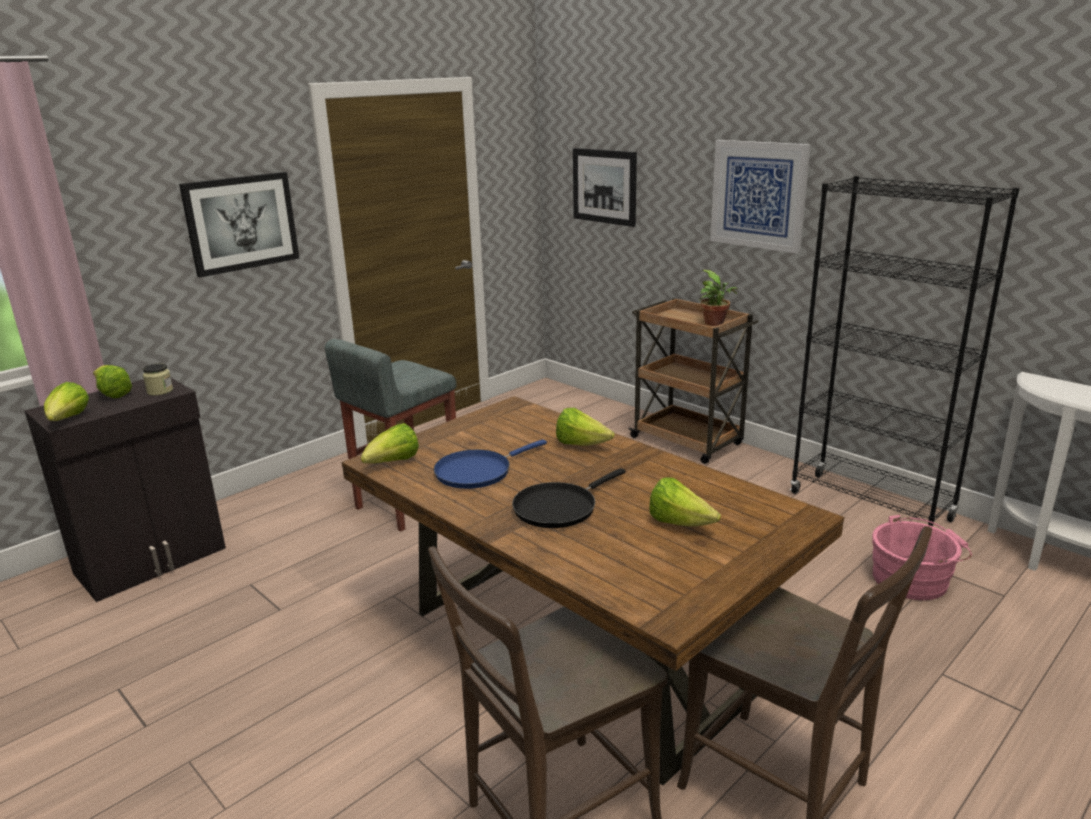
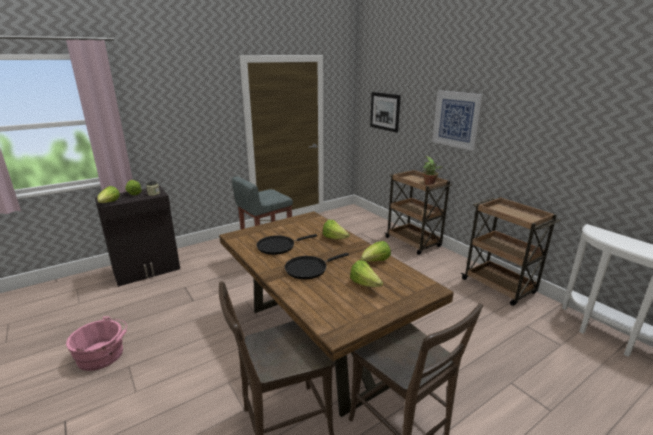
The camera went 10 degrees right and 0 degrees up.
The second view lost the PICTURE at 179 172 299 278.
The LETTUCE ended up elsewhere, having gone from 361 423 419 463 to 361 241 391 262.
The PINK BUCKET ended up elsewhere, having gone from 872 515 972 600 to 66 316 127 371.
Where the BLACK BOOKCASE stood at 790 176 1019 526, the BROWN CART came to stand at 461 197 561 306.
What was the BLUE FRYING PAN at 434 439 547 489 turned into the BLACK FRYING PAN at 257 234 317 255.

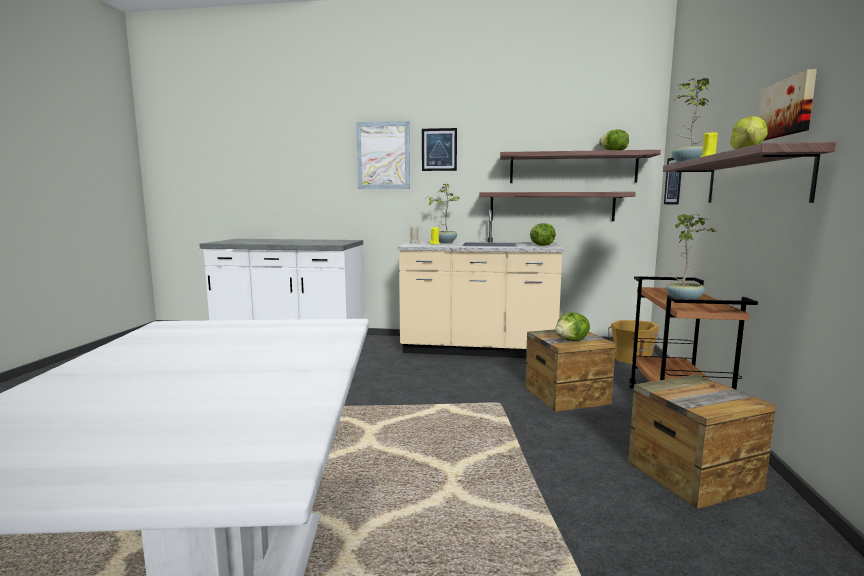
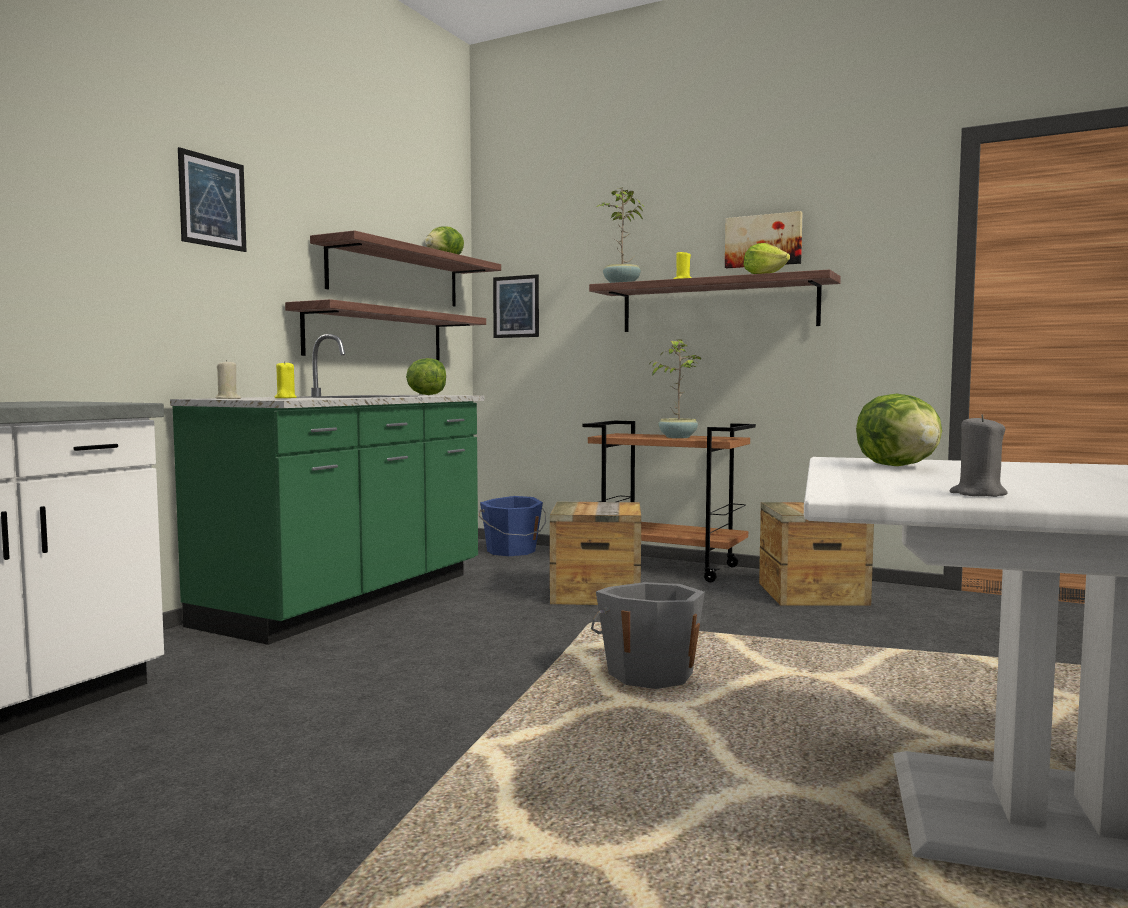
The camera went 70 degrees left and 5 degrees down.
The second view lost the PICTURE at 356 121 410 189.
The second view lost the POTTED PLANT at 426 184 460 243.
The second view gained the GREY BUCKET at 591 582 705 689.
The second view gained the GREY CANDLE at 950 414 1008 497.
The LETTUCE ended up elsewhere, having gone from 555 312 590 341 to 856 394 942 466.
What was the BEIGE COUNTER at 397 210 564 358 turned into the GREEN COUNTER at 170 334 485 645.
What was the ORANGE BUCKET at 608 320 659 364 turned into the BLUE BUCKET at 478 496 546 556.

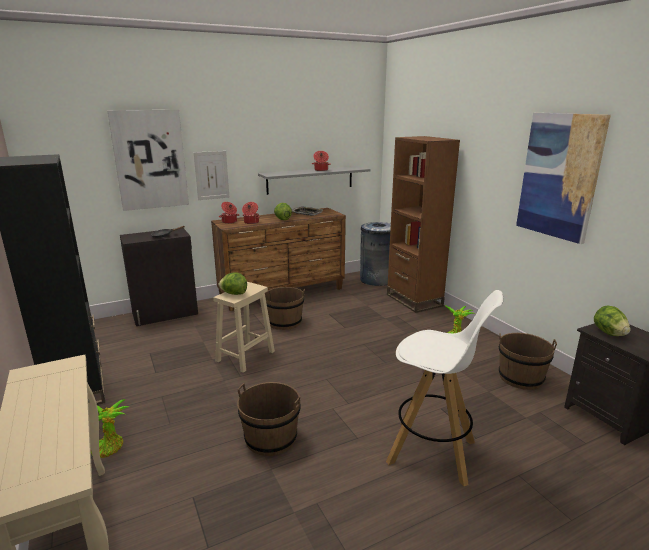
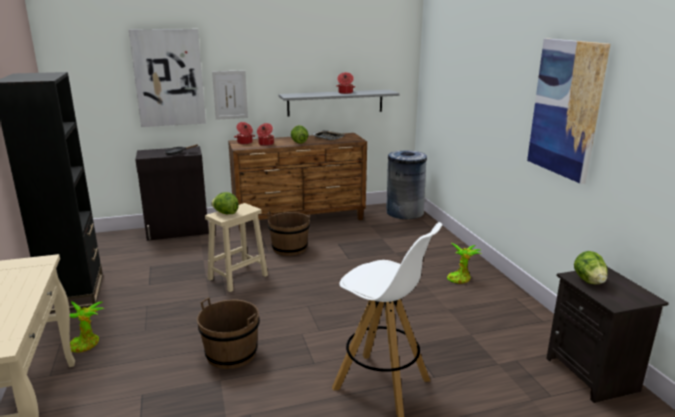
The camera went 10 degrees right and 0 degrees up.
The second view lost the BROWN BOOKCASE at 387 136 460 313.
The second view lost the BROWN BUCKET at 499 333 557 390.

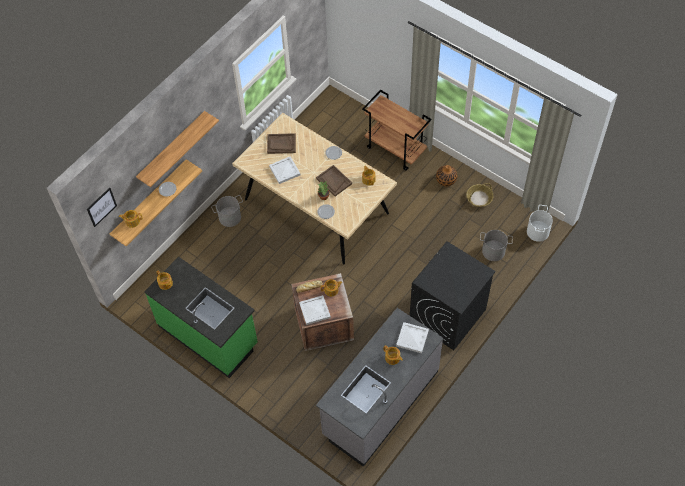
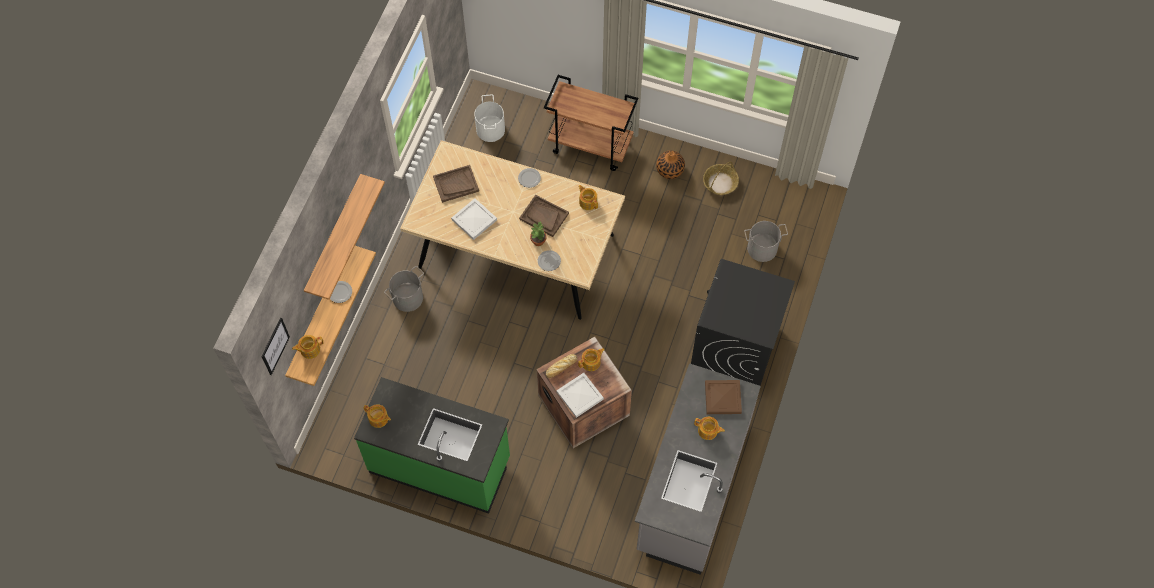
The camera went 20 degrees left and 5 degrees up.
The WHITE BUCKET ended up elsewhere, having gone from 527 205 553 242 to 474 95 505 142.
What was the WHITE TRAY at 396 322 429 353 turned into the BROWN TRAY at 705 380 742 414.

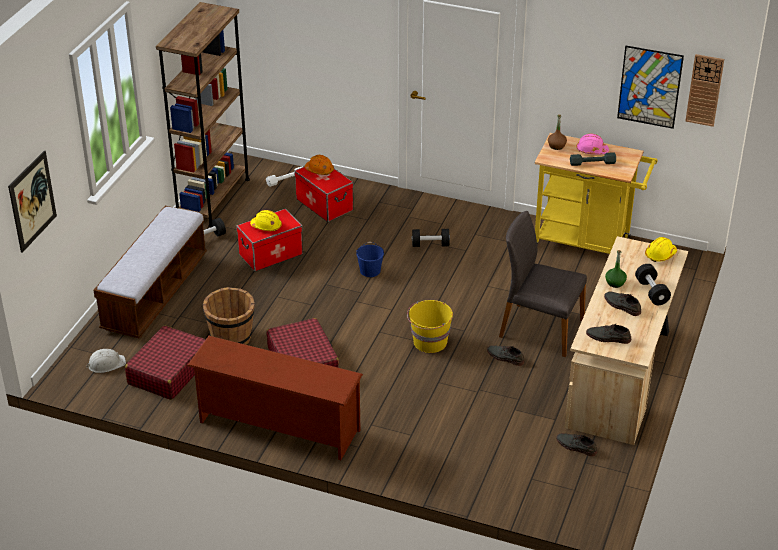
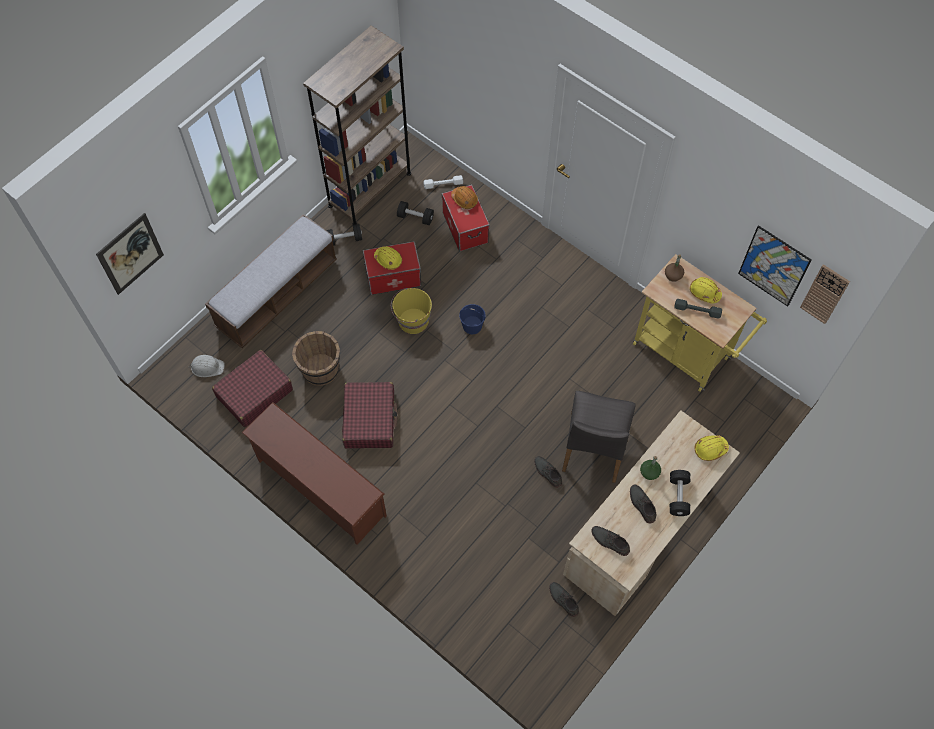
The camera went 20 degrees right and 25 degrees up.
The YELLOW BUCKET ended up elsewhere, having gone from 407 300 453 353 to 391 288 432 334.
The BLACK DUMBBELL ended up elsewhere, having gone from 412 229 450 247 to 397 201 434 225.
What was the PINK HARD HAT at 576 134 609 154 turned into the YELLOW HARD HAT at 690 277 722 303.
The GREY CHAIR at 499 211 587 357 ended up facing another way, 120 degrees counterclockwise from before.

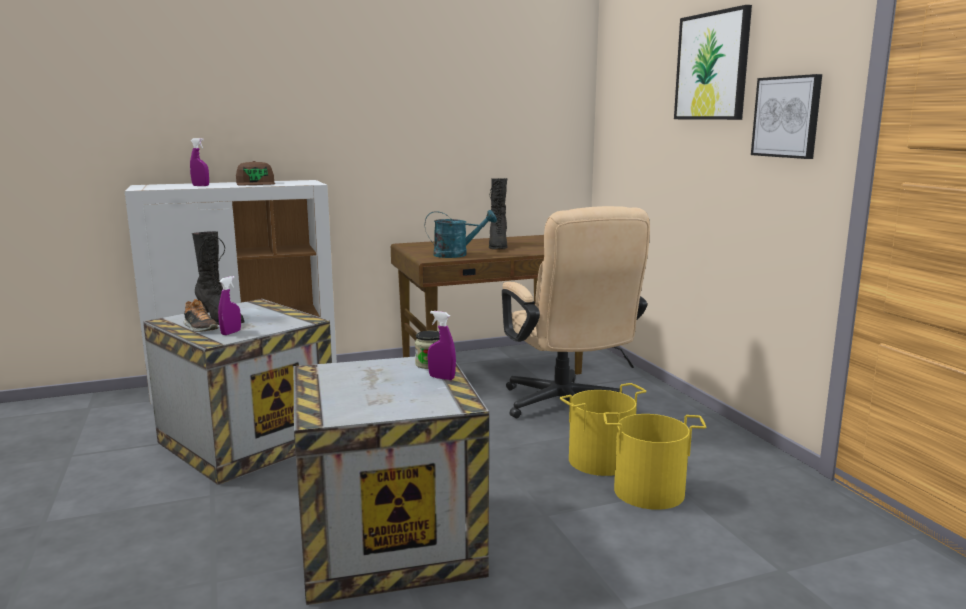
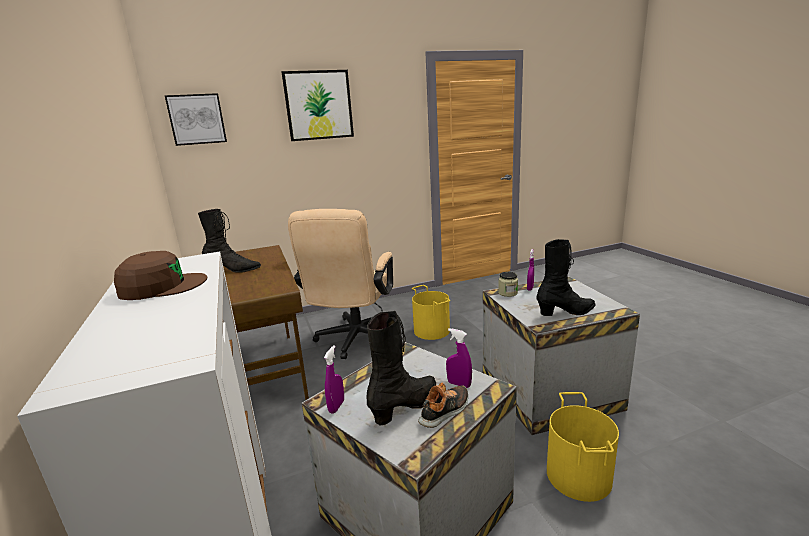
The camera went 90 degrees left and 5 degrees up.
The second view lost the TURQUOISE WATERING CAN at 425 210 497 258.
The second view gained the BLACK BOOT at 536 239 596 316.
The PURPLE SPRAY BOTTLE ended up elsewhere, having gone from 190 138 209 186 to 324 345 344 414.
The YELLOW BUCKET ended up elsewhere, having gone from 603 412 706 510 to 547 392 619 502.
The PICTURE ended up elsewhere, having gone from 751 74 822 159 to 165 93 227 146.
The BEIGE OFFICE CHAIR at 502 206 650 419 ended up facing another way, 120 degrees clockwise from before.

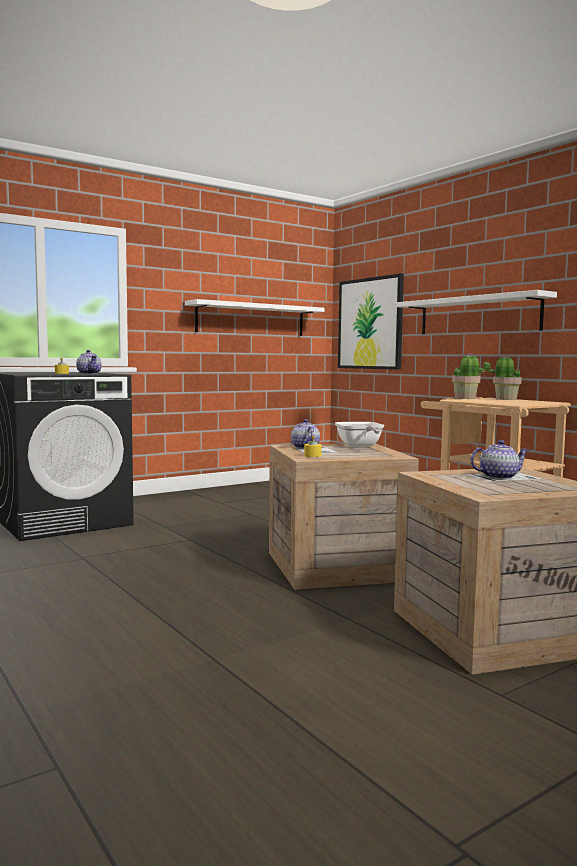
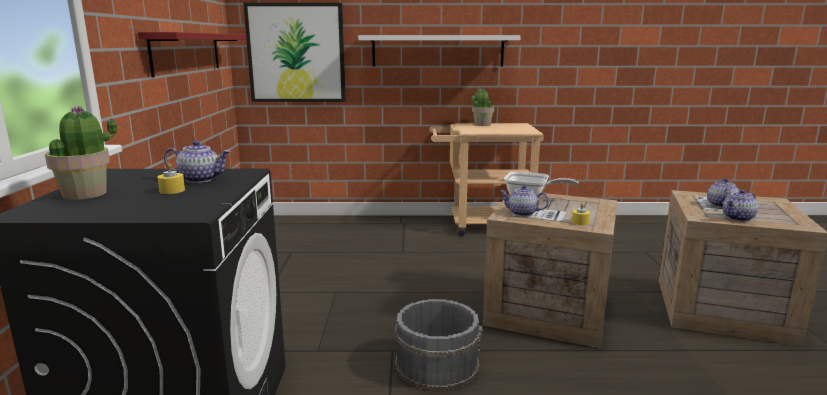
The camera went 55 degrees left and 10 degrees up.
The second view gained the GREY BUCKET at 395 299 483 391.
The second view gained the TEAPOT at 723 189 758 221.
The POTTED PLANT ended up elsewhere, having gone from 452 353 488 399 to 45 105 117 200.
What was the WHITE SHELF at 185 299 324 336 turned into the RED SHELF at 138 32 247 77.

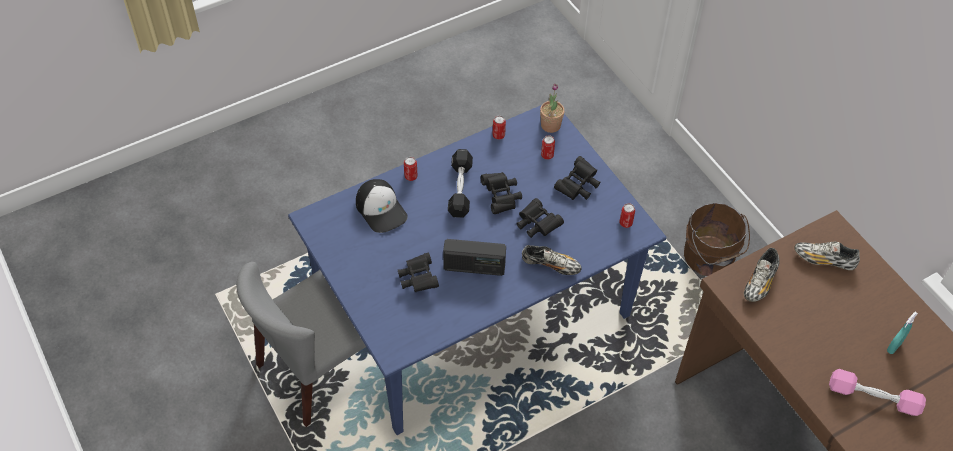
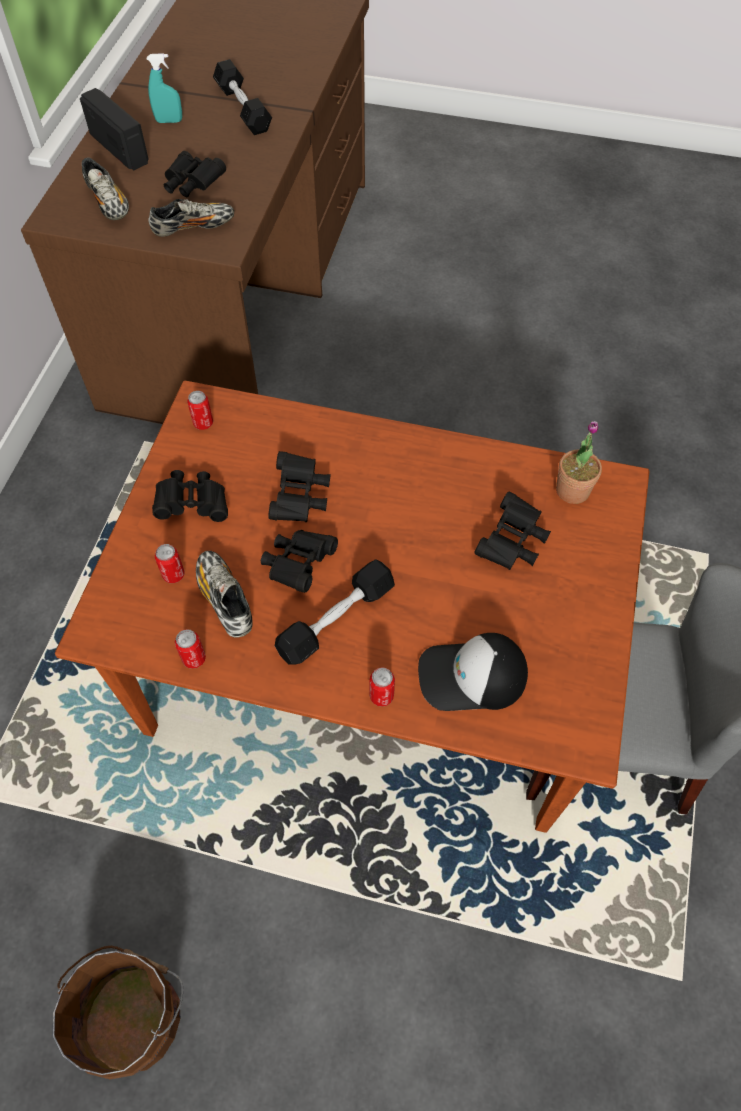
The camera went 135 degrees left and 5 degrees up.
The second view gained the BLACK BINOCULARS at 164 151 226 197.
The RADIO ended up elsewhere, having gone from 443 239 506 276 to 80 88 149 170.
The SHOE ended up elsewhere, having gone from 522 245 582 275 to 196 551 253 638.
The POTTED PLANT ended up elsewhere, having gone from 540 83 564 133 to 556 421 602 504.
The BROWN BUCKET ended up elsewhere, having gone from 684 203 750 276 to 53 946 183 1079.
What was the BLUE DINING TABLE at 288 105 666 435 turned into the BROWN DINING TABLE at 55 381 650 833.
What was the PINK DUMBBELL at 829 369 926 416 turned into the BLACK DUMBBELL at 213 59 272 135.
The CAP at 356 179 408 233 ended up facing another way, 105 degrees counterclockwise from before.

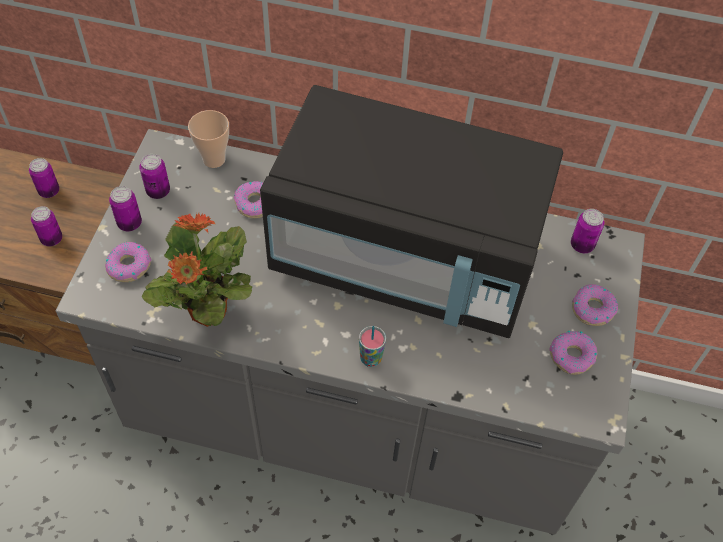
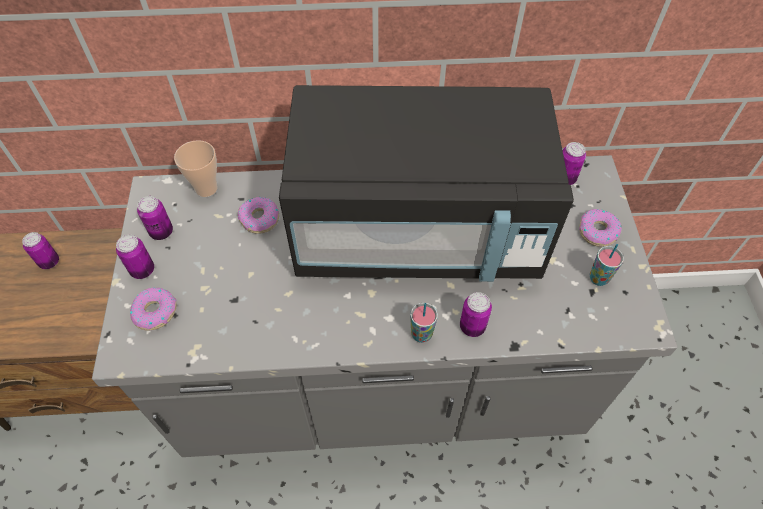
The camera went 15 degrees left and 0 degrees up.
The second view lost the POTTED PLANT at 142 212 253 327.
The CAN ended up elsewhere, having gone from 31 206 62 246 to 460 292 492 337.
Where the DONUT stood at 549 331 598 375, the CUP came to stand at 590 244 624 286.

